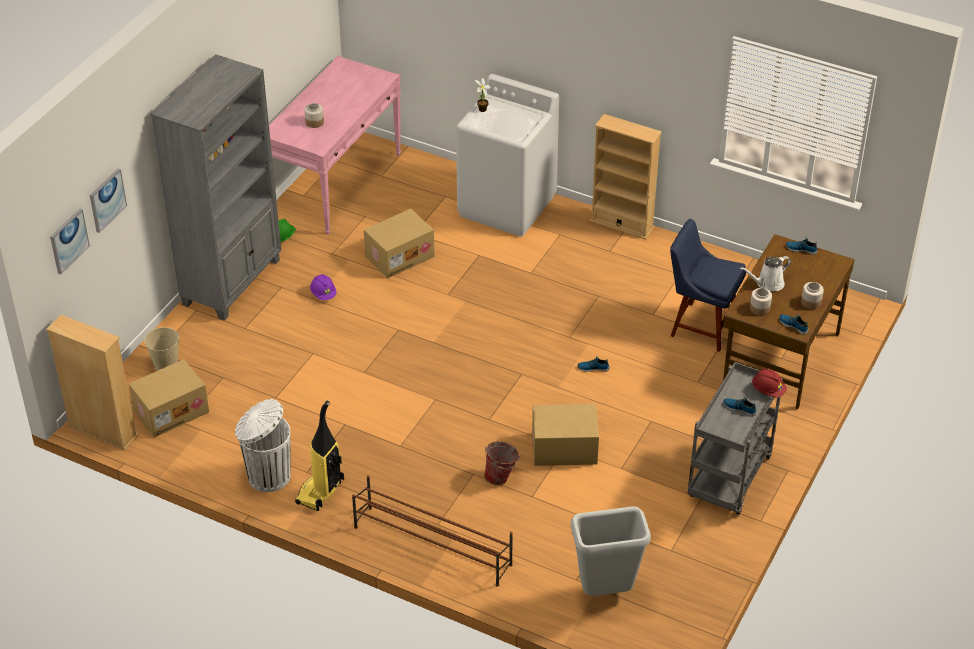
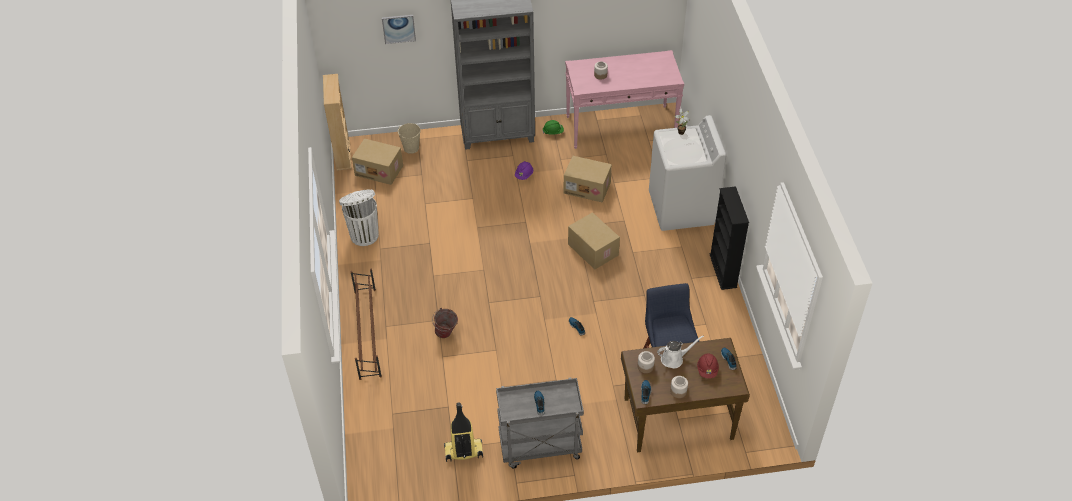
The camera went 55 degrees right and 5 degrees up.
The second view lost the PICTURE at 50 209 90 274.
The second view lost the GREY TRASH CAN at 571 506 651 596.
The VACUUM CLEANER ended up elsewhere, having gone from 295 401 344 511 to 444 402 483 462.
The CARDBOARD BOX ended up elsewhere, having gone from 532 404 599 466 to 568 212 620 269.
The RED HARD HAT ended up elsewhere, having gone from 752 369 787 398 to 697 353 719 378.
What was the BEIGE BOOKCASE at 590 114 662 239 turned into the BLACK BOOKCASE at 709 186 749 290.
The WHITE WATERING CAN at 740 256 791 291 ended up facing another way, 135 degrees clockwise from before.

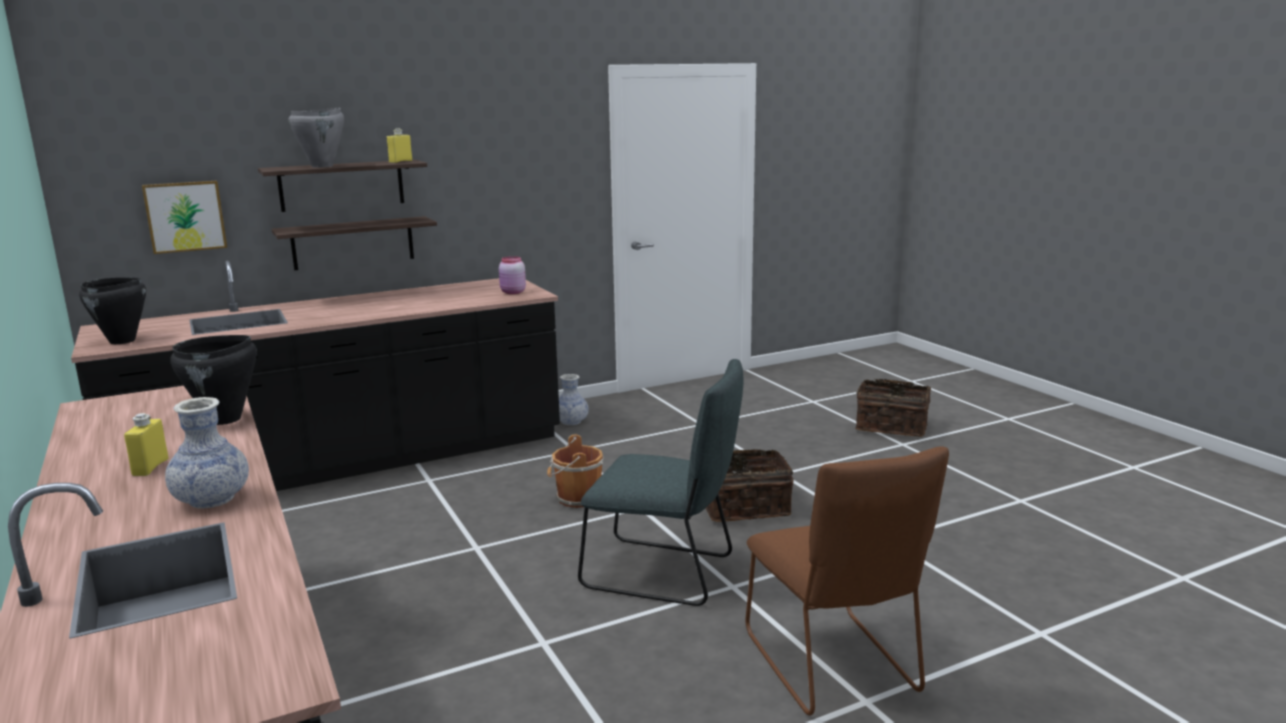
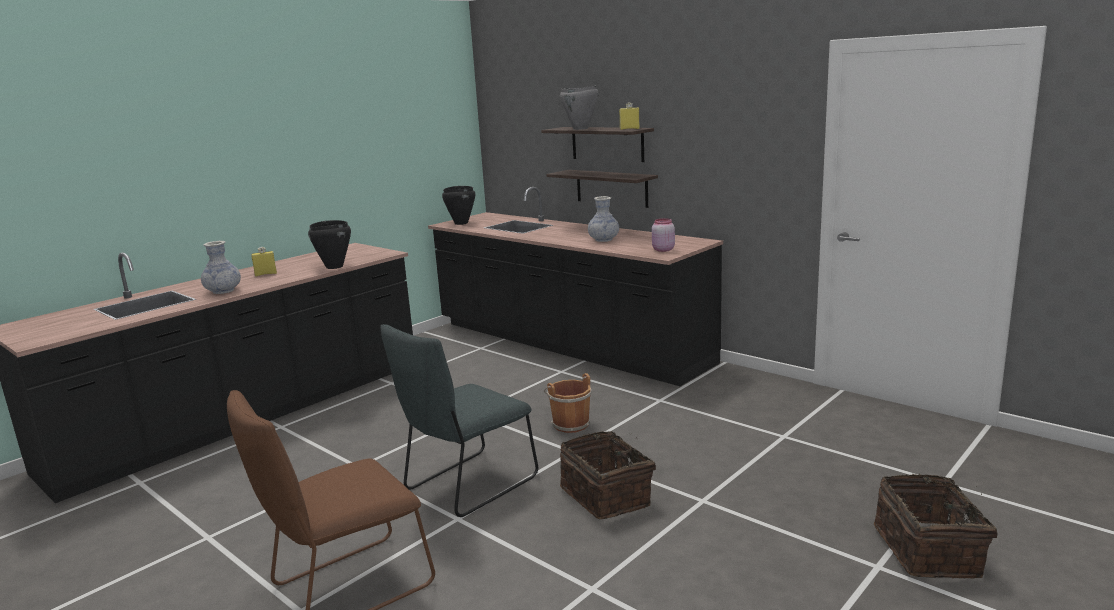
The camera went 70 degrees right and 0 degrees up.
The second view lost the PICTURE at 142 181 227 254.
The VASE ended up elsewhere, having gone from 559 374 589 425 to 588 196 619 242.
The GREY CHAIR at 578 359 743 606 ended up facing another way, 45 degrees clockwise from before.

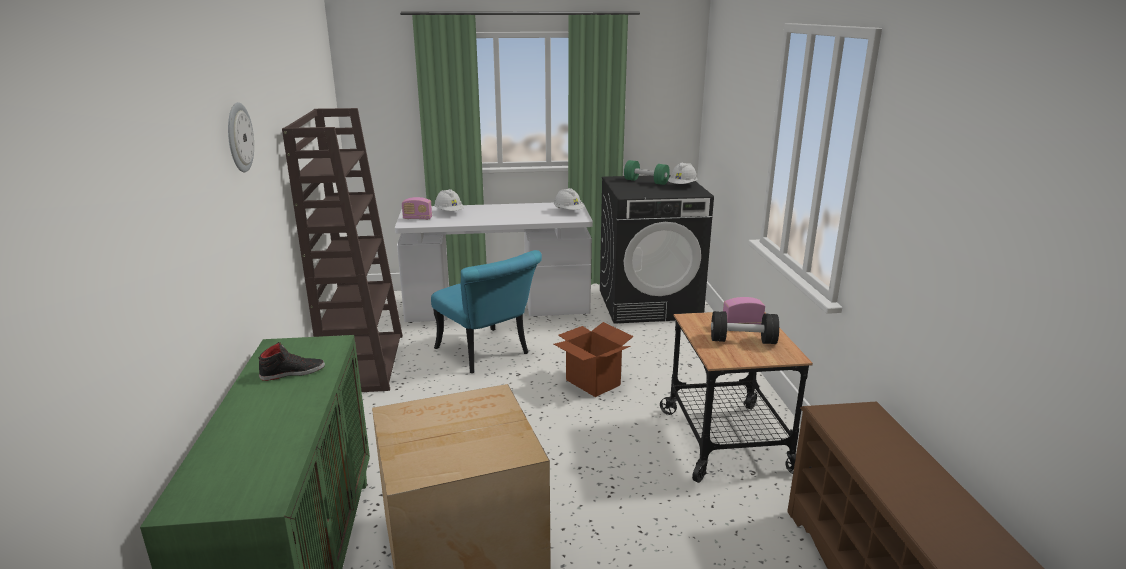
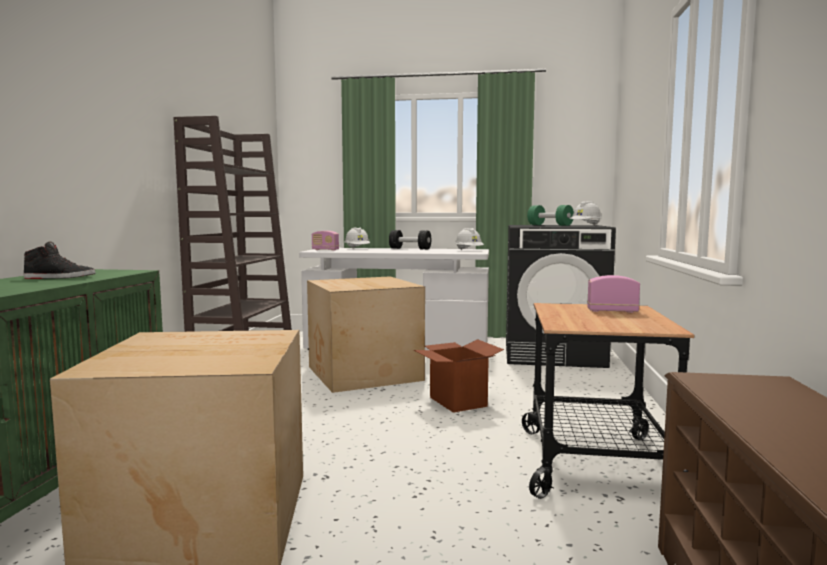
The camera went 15 degrees right and 15 degrees down.
The second view lost the WALL CLOCK at 228 102 254 172.
The BLACK DUMBBELL ended up elsewhere, having gone from 711 311 779 344 to 389 230 431 249.
Where the TURQUOISE CHAIR stood at 431 250 542 373, the CARDBOARD BOX came to stand at 307 276 425 393.

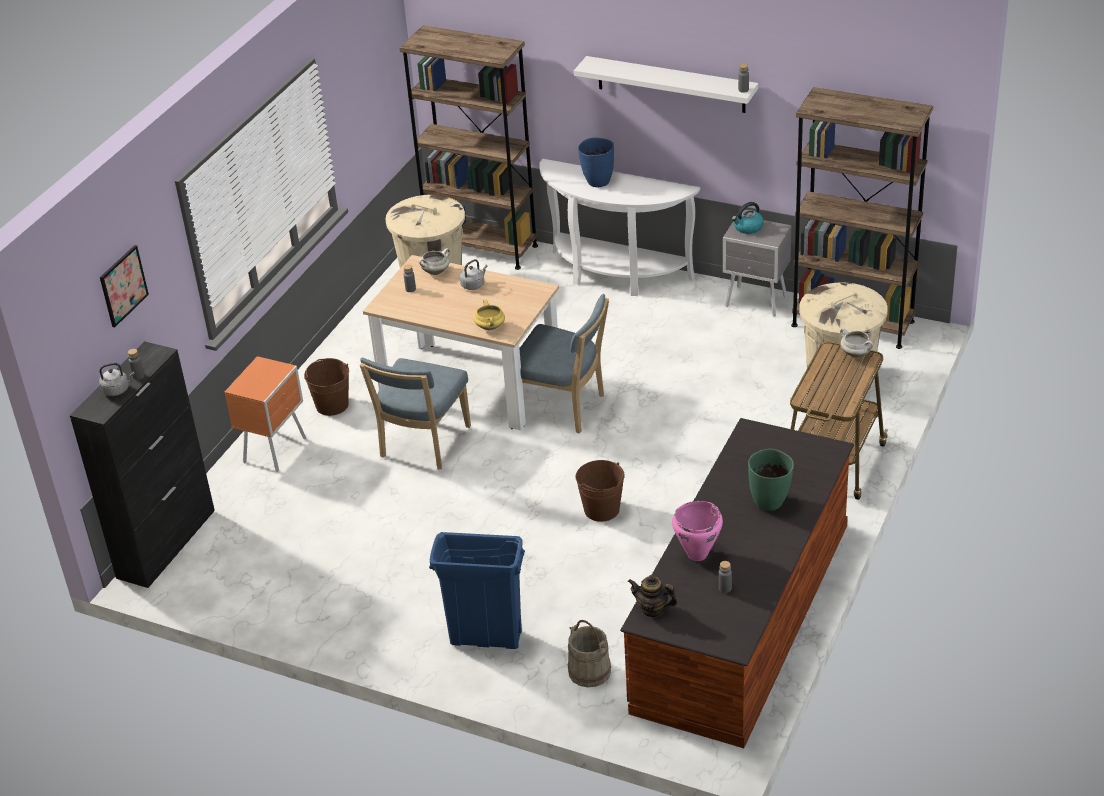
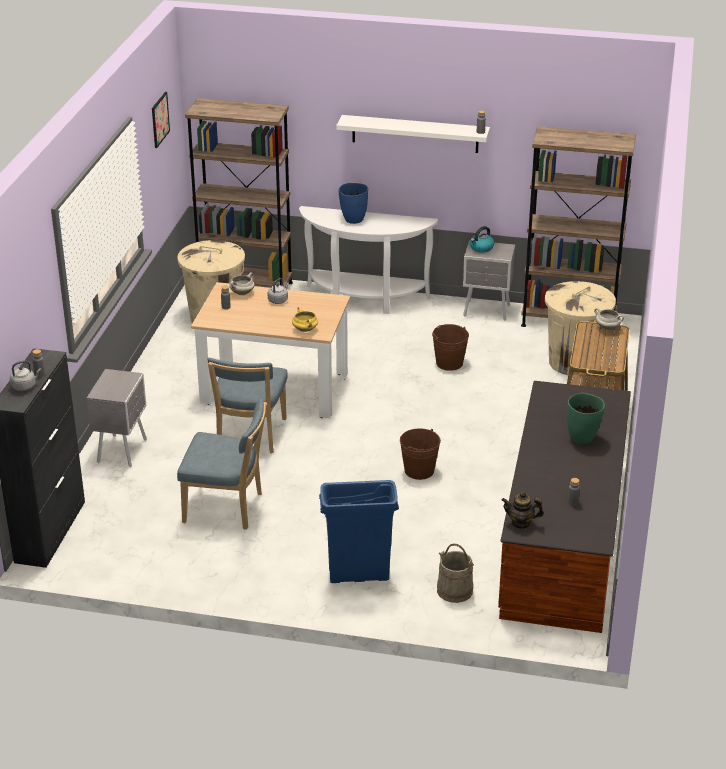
The camera went 15 degrees left and 5 degrees down.
The second view lost the PINK COOKING POT at 672 501 723 561.
The PICTURE ended up elsewhere, having gone from 100 245 149 327 to 152 92 170 148.
The BROWN BUCKET ended up elsewhere, having gone from 304 358 349 416 to 432 324 469 371.
The BLUE CHAIR ended up elsewhere, having gone from 519 294 609 433 to 177 398 267 530.
What was the ORANGE NIGHTSTAND at 224 356 306 472 turned into the GREY NIGHTSTAND at 87 369 147 467.

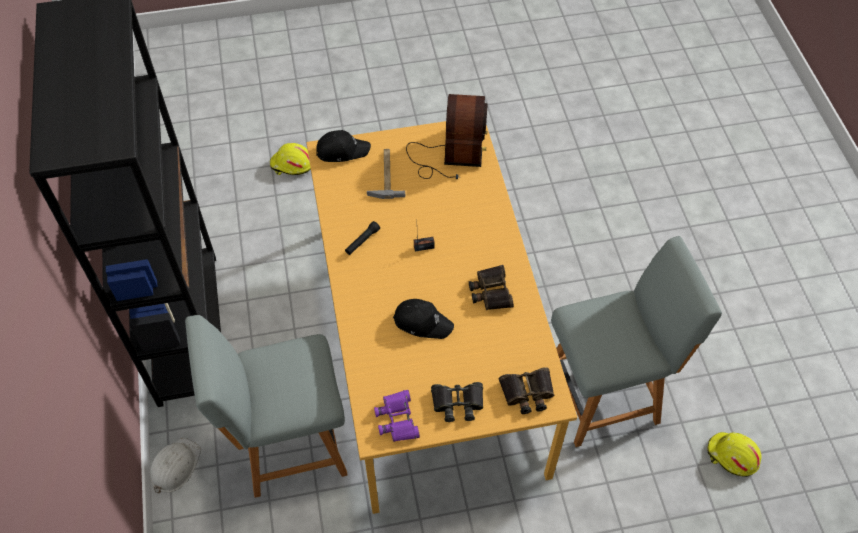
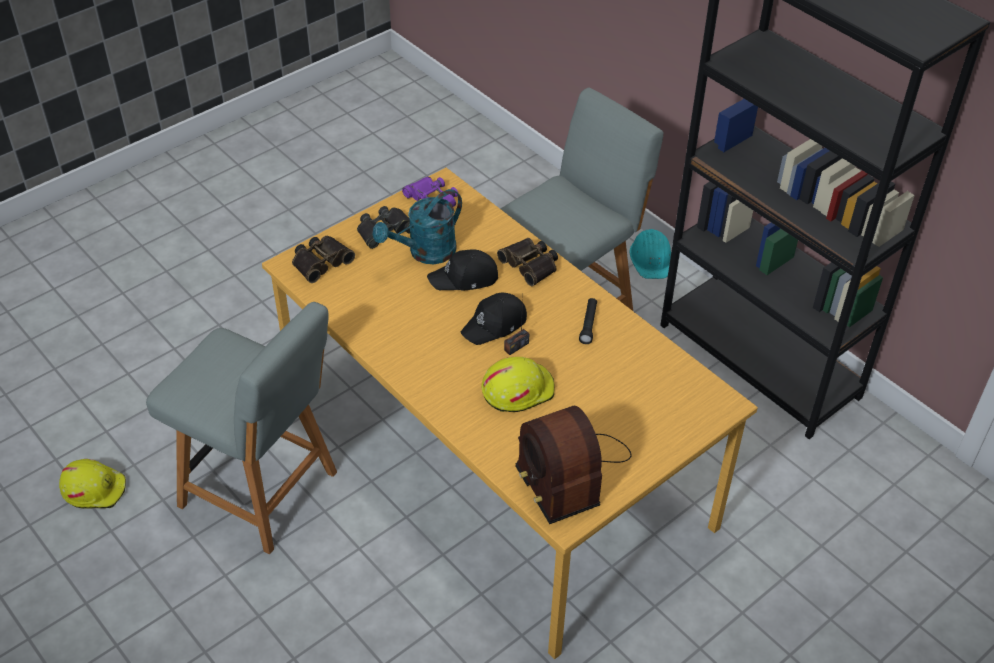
The camera went 150 degrees right and 10 degrees down.
The second view lost the HAMMER at 367 149 405 199.
The second view gained the TURQUOISE WATERING CAN at 373 189 462 264.
The YELLOW HARD HAT ended up elsewhere, having gone from 270 143 311 175 to 481 357 555 412.
The BLACK CAP ended up elsewhere, having gone from 316 130 371 162 to 461 293 527 345.
The BINOCULARS ended up elsewhere, having gone from 469 265 514 310 to 497 238 558 286.
What was the WHITE HARD HAT at 150 438 201 494 turned into the TURQUOISE HARD HAT at 630 229 671 279.
The GREY CHAIR at 551 236 722 447 ended up facing another way, 105 degrees counterclockwise from before.

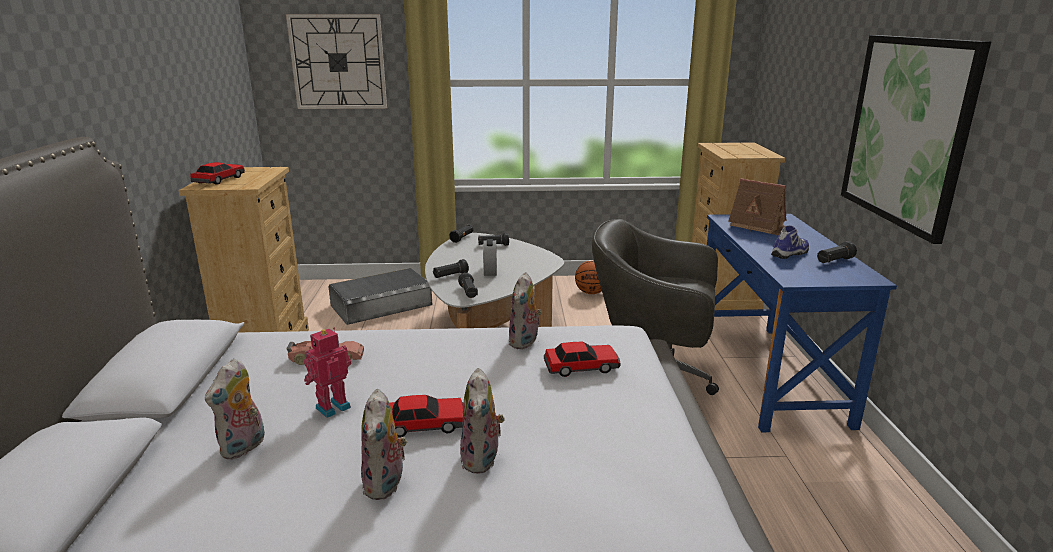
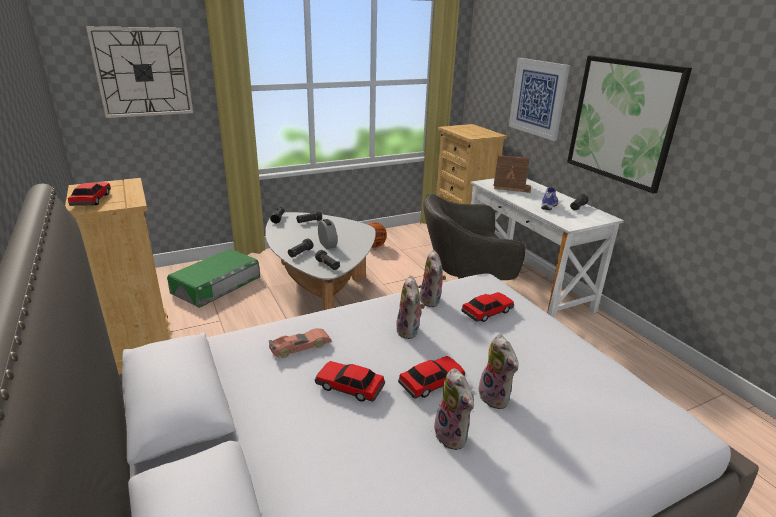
The camera went 25 degrees left and 5 degrees up.
The second view gained the PICTURE at 509 58 570 141.
The PLUSH TOY ended up elsewhere, having gone from 205 358 265 460 to 396 275 425 339.
Where the TOY ROBOT stood at 304 328 351 418, the TOY CAR came to stand at 315 361 385 402.
What was the GREY STORAGE BOX at 329 268 432 325 turned into the GREEN STORAGE BOX at 167 249 260 308.
What was the BLUE DESK at 707 214 897 432 turned into the WHITE DESK at 471 178 624 318.

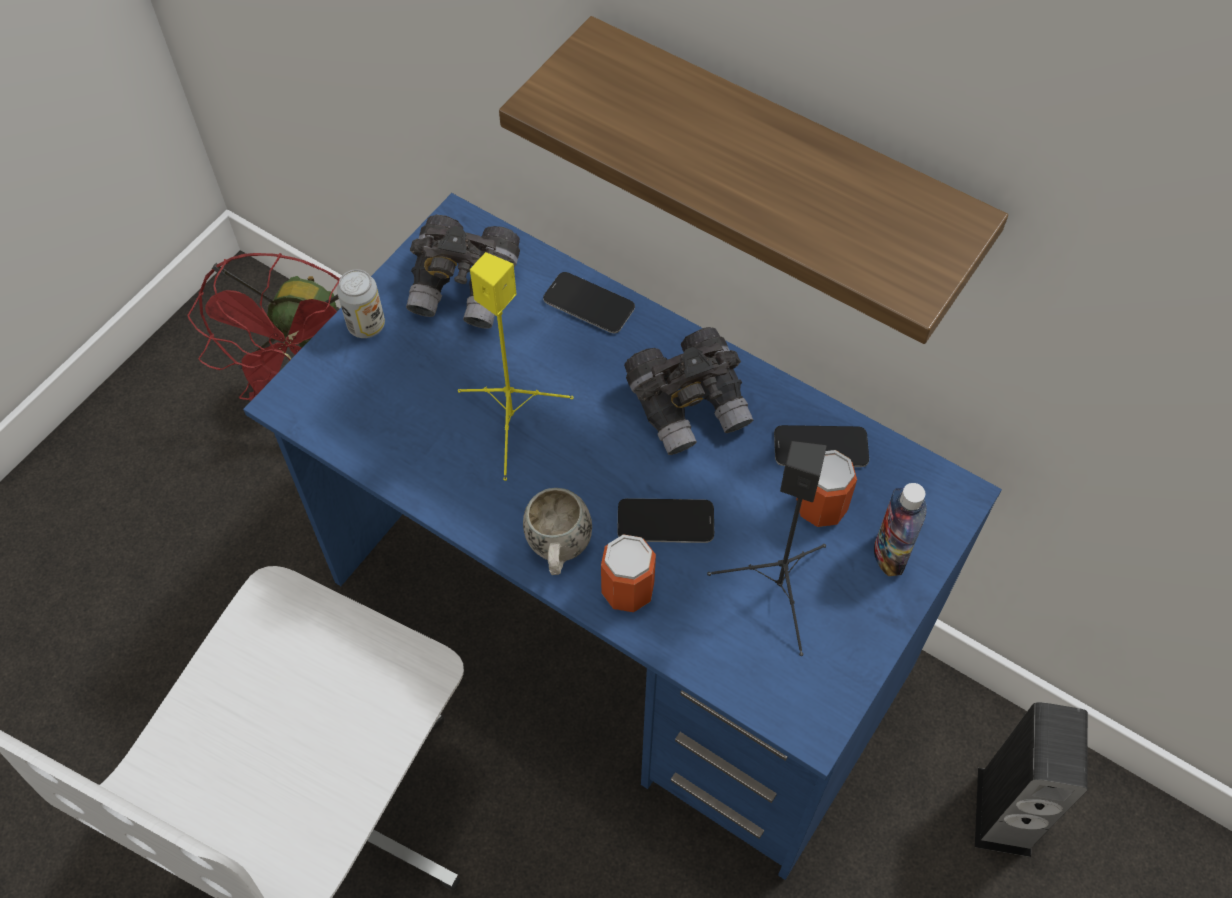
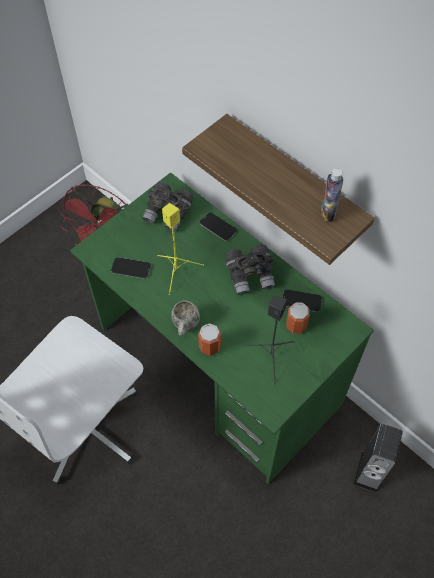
The camera went 10 degrees right and 0 degrees up.
The second view lost the CAN at 337 269 385 338.
The PHONE ended up elsewhere, having gone from 617 498 714 543 to 111 257 151 279.
The BOTTLE ended up elsewhere, having gone from 874 483 927 576 to 321 168 343 222.
What was the BLUE DESK at 243 193 1002 880 turned into the GREEN DESK at 70 172 374 484.

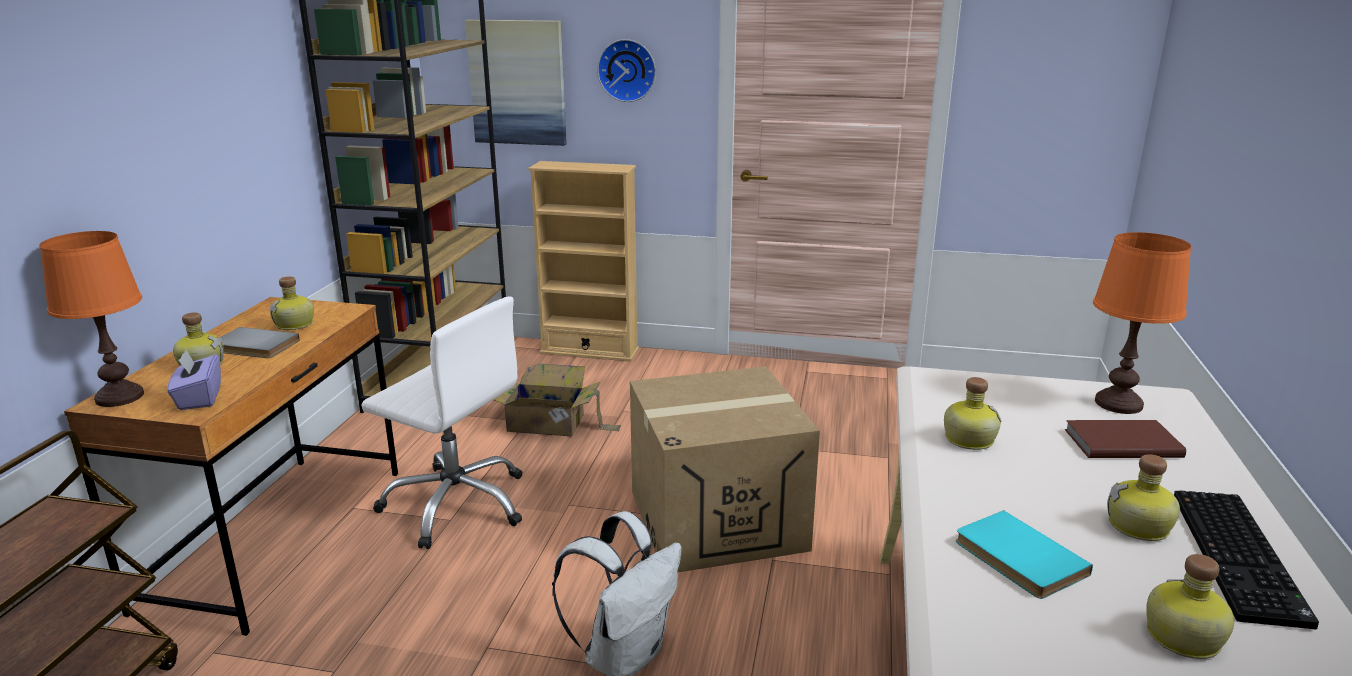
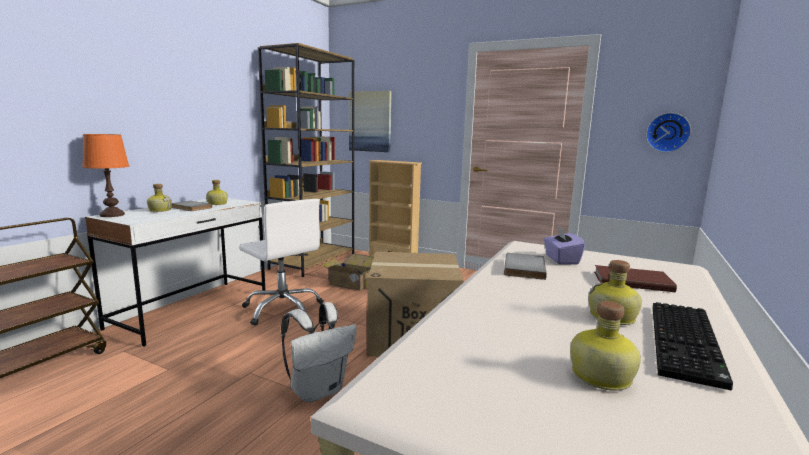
The camera went 15 degrees right and 10 degrees down.
The second view lost the TURQUOISE BOOK at 956 510 1093 599.
The second view lost the ORANGE TABLE LAMP at 1093 232 1191 414.
The PURPLE TISSUE BOX ended up elsewhere, having gone from 167 350 221 410 to 544 226 585 265.
The WALL CLOCK ended up elsewhere, having gone from 597 39 656 102 to 646 113 691 152.
Where the BOTTLE stood at 944 377 1002 450, the GREY BOOK came to stand at 504 253 547 280.
What was the BROWN DESK at 64 297 398 636 turned into the WHITE DESK at 85 198 265 347.

